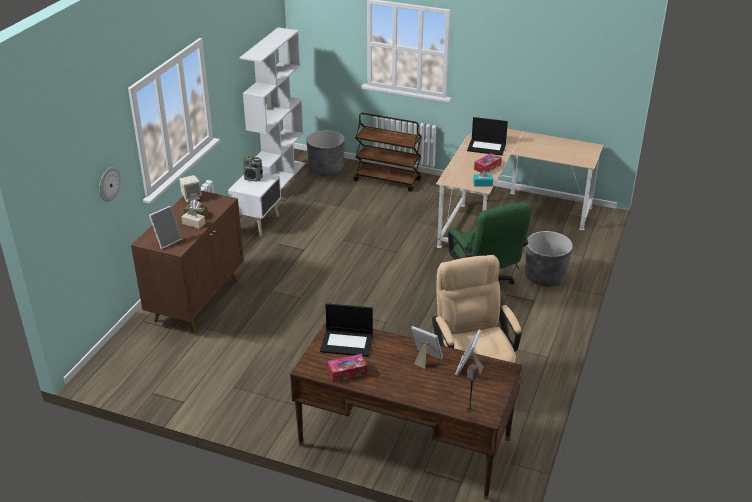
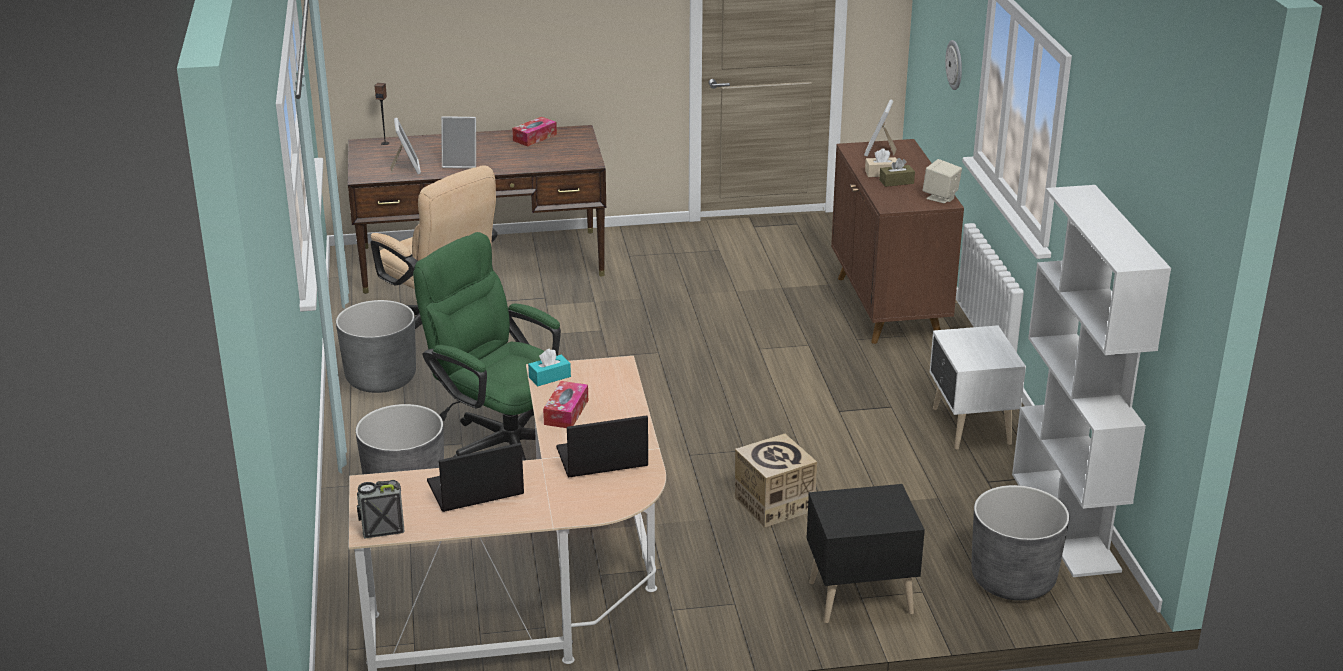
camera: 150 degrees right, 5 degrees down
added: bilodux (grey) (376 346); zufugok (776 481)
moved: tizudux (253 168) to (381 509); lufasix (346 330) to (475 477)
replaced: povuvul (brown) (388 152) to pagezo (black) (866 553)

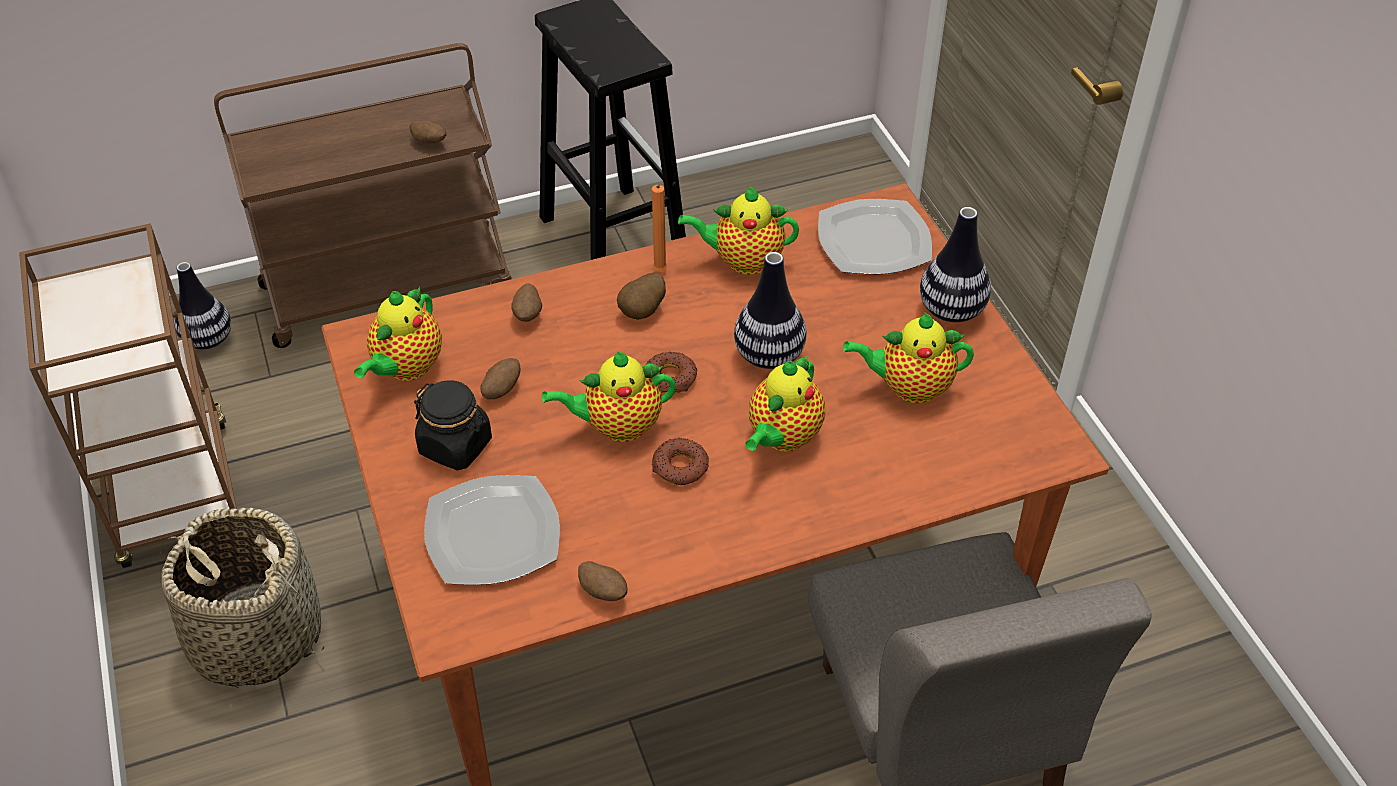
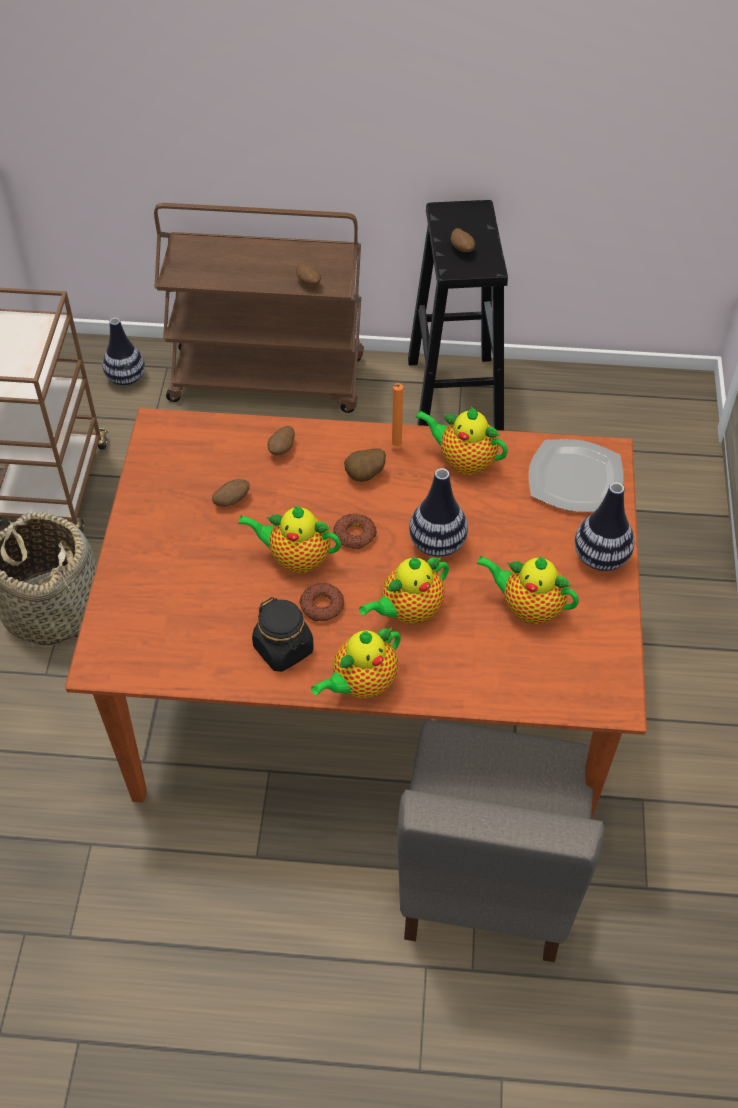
camera: 25 degrees right, 5 degrees up
removed: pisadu (492 530)
moved: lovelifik (398 334) to (356 662); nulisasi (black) (453 425) to (283 634); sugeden (602 581) to (463 240)

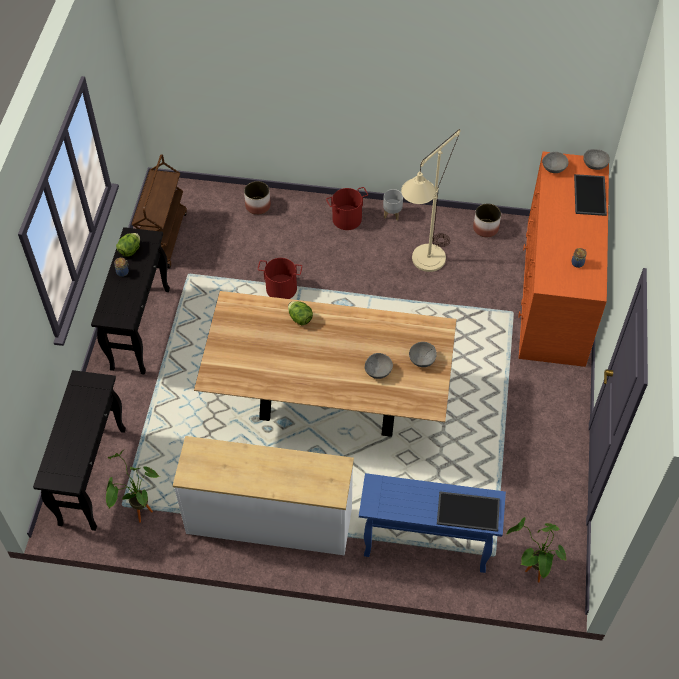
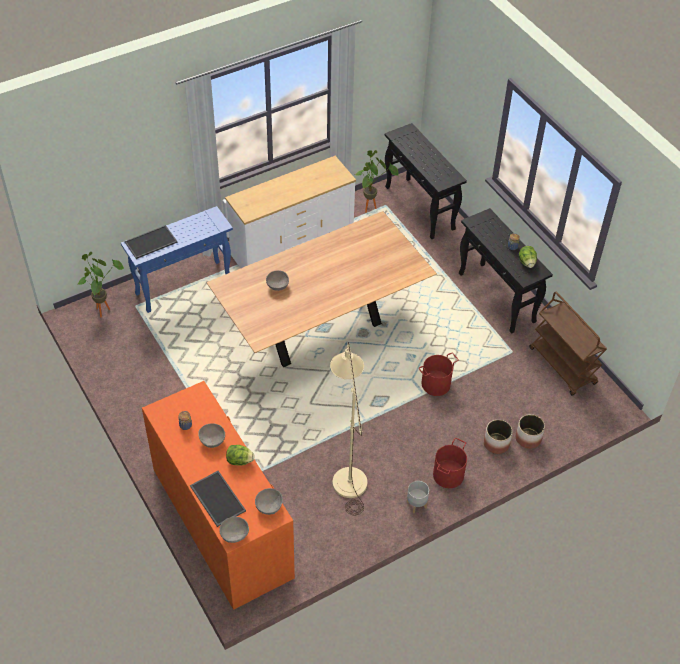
camera: 140 degrees right, 5 degrees down
moved: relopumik (300 313) to (240 455); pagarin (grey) (423 354) to (211 435); bilodux (487 220) to (498 436)

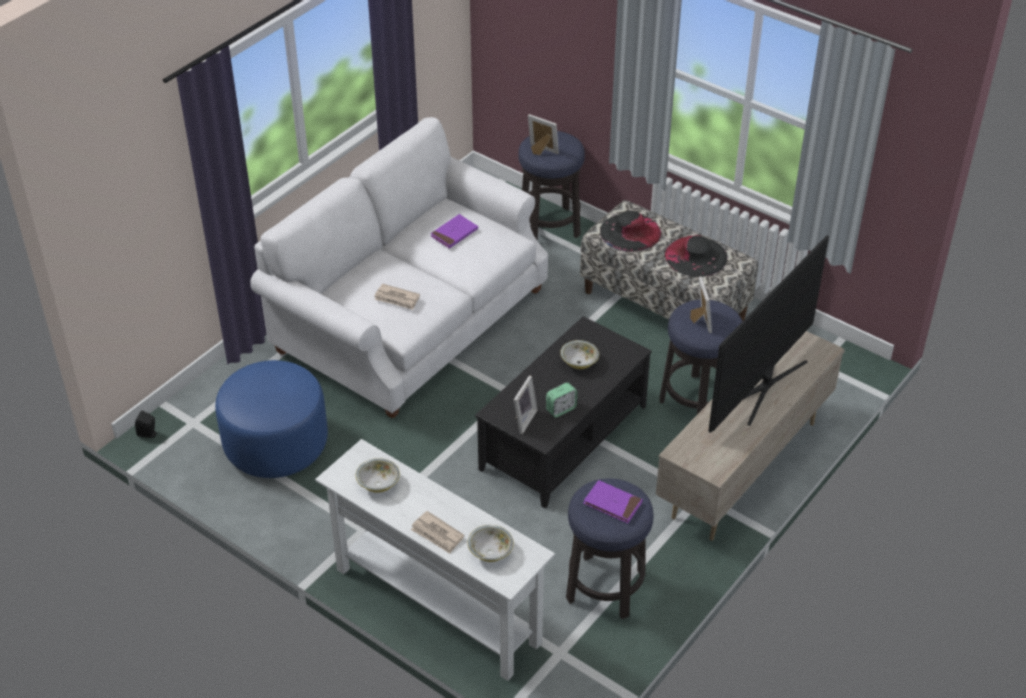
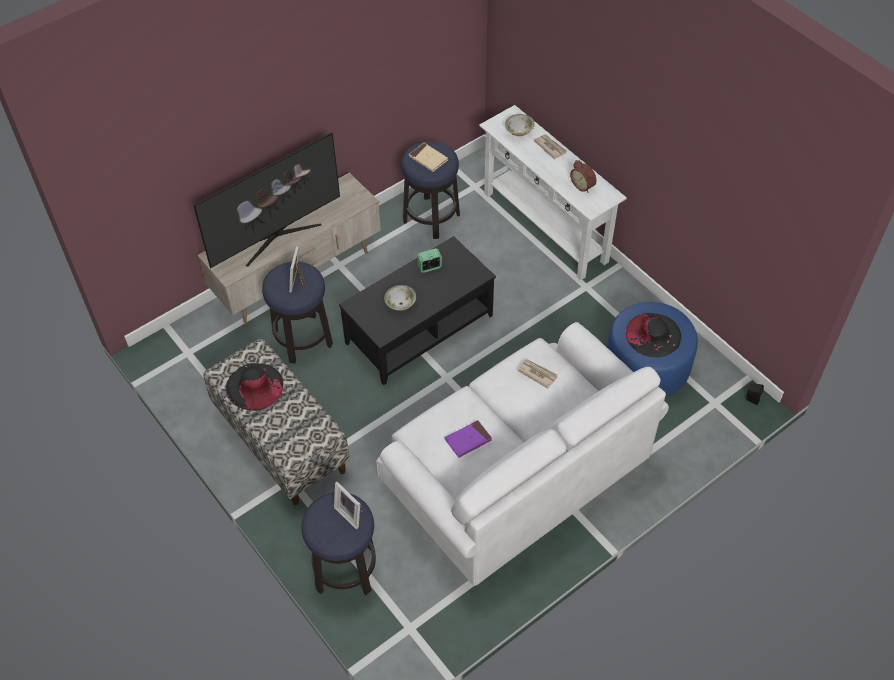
camera: 165 degrees left, 10 degrees up
removed: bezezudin (526 404)
moved: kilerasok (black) (630 231) to (653 335)
replaced: pagarin (378 475) to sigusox (583 176)
recoloured: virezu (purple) (613 501) to virezu (beige) (428 157)

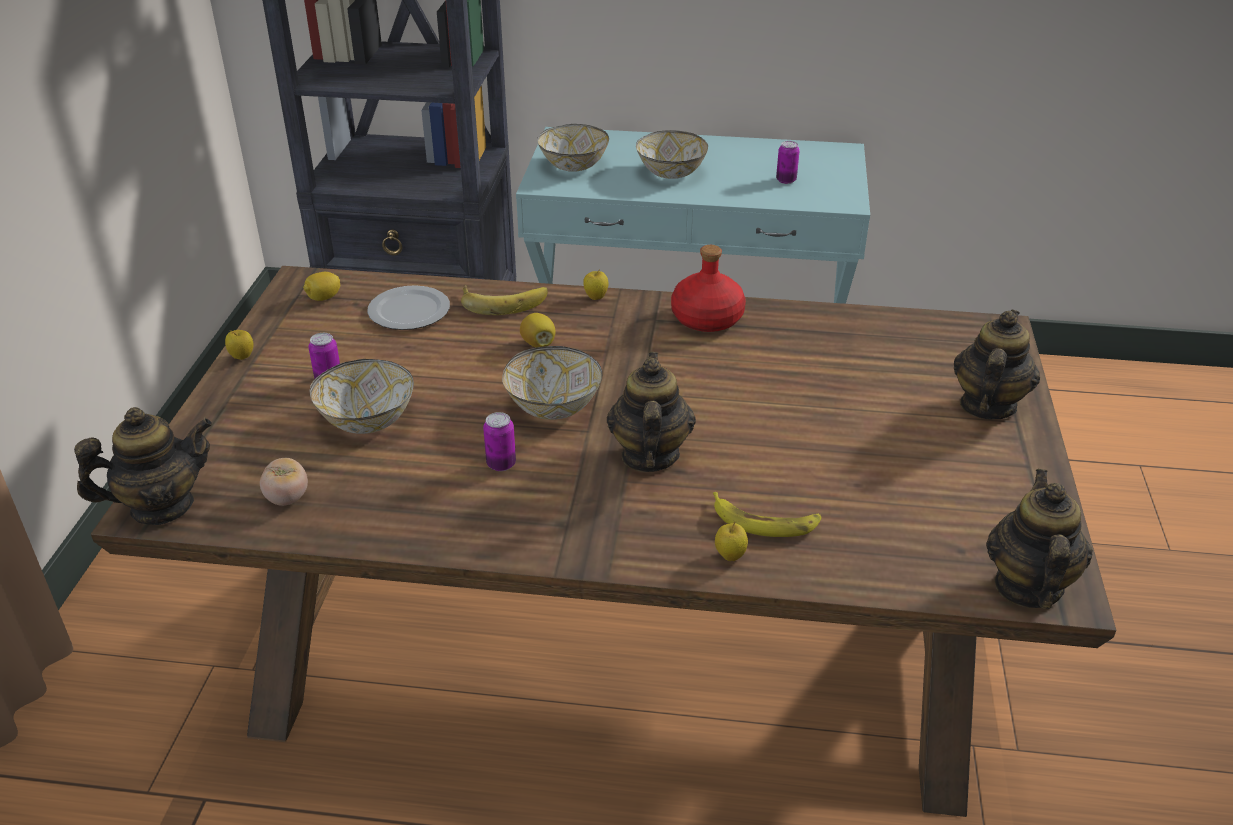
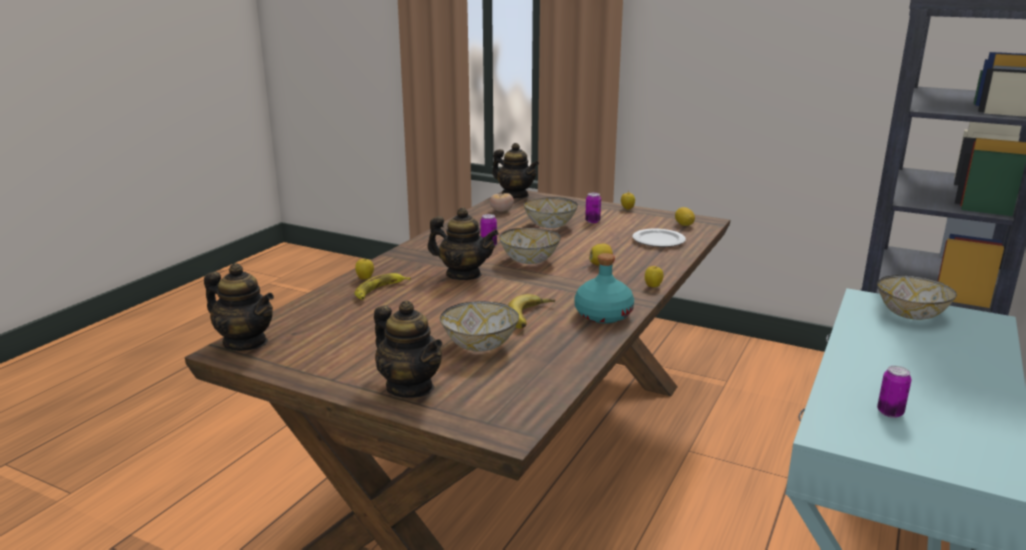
camera: 110 degrees right, 15 degrees down
moved: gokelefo (504 299) to (531 311); pagarin (672 154) to (479 326)
recoloured: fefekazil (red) (708 288) to fefekazil (turquoise) (604 288)
turned: lovelifik (143 466) = (515 170) 45 degrees counterclockwise

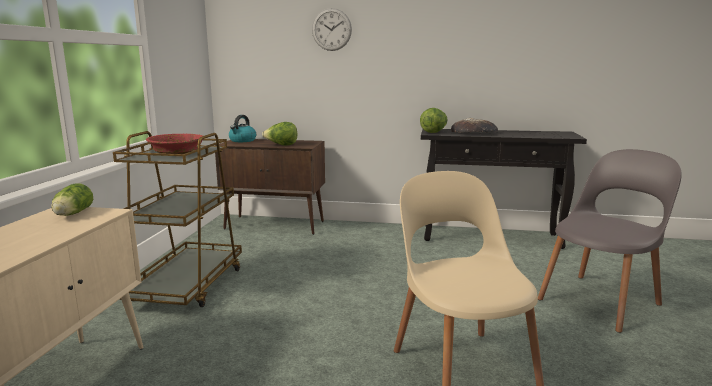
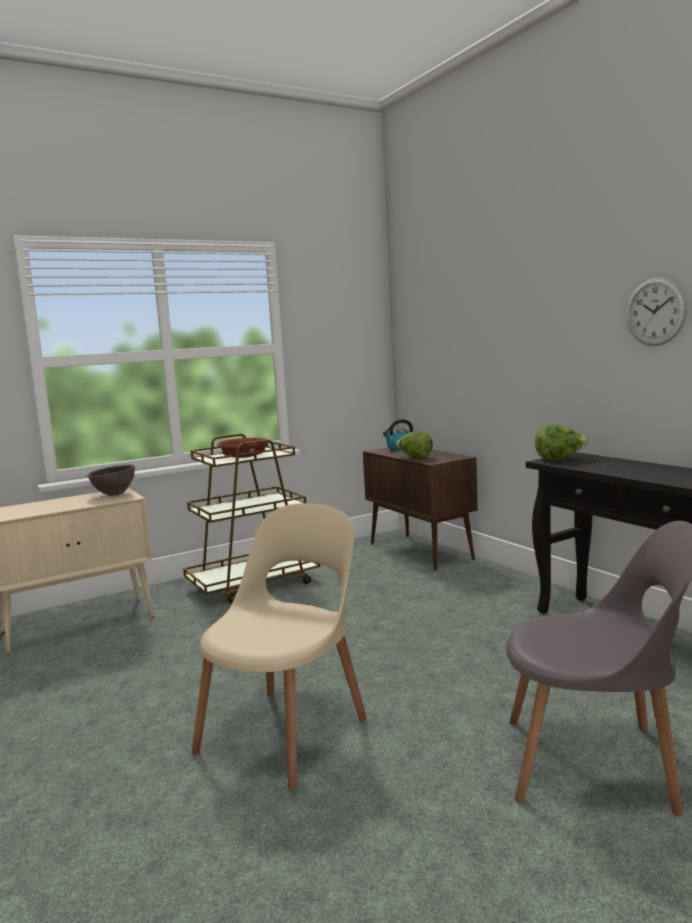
camera: 50 degrees right, 5 degrees down
removed: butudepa (474 125)
moved: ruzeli (332 29) to (656 311)
replaced: relopumik (72 199) to pagarin (brown) (111 480)

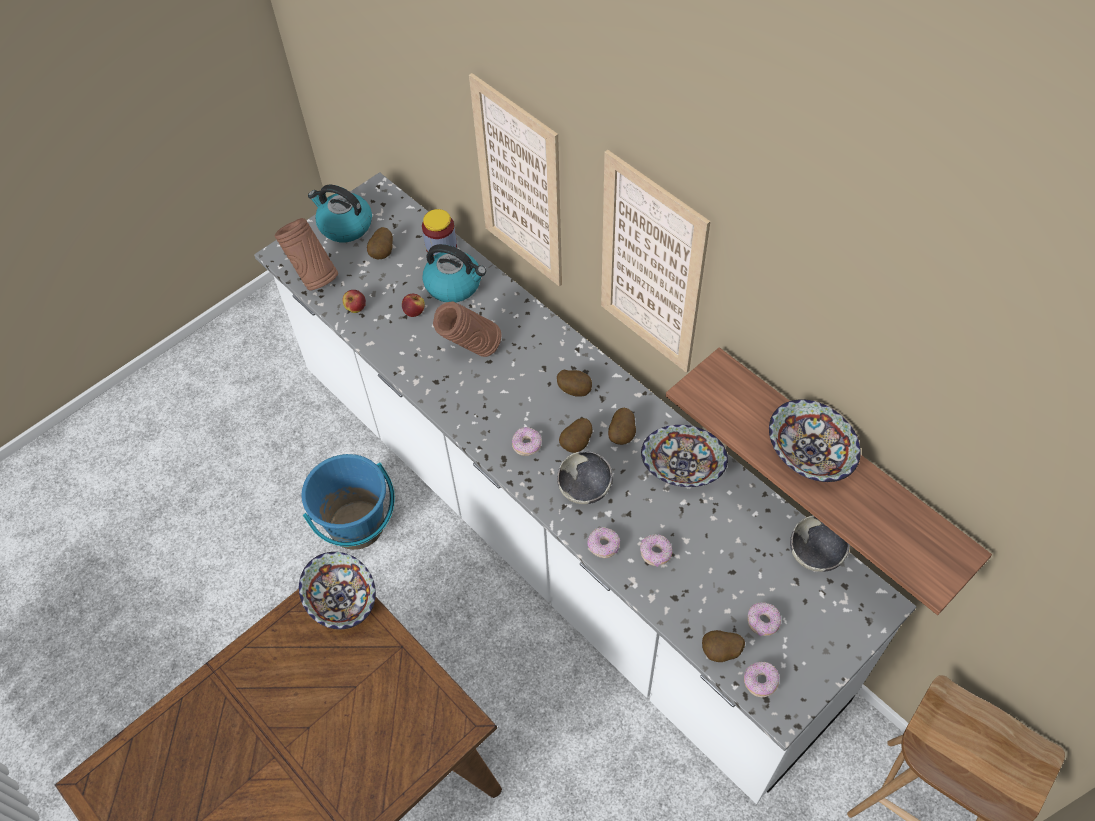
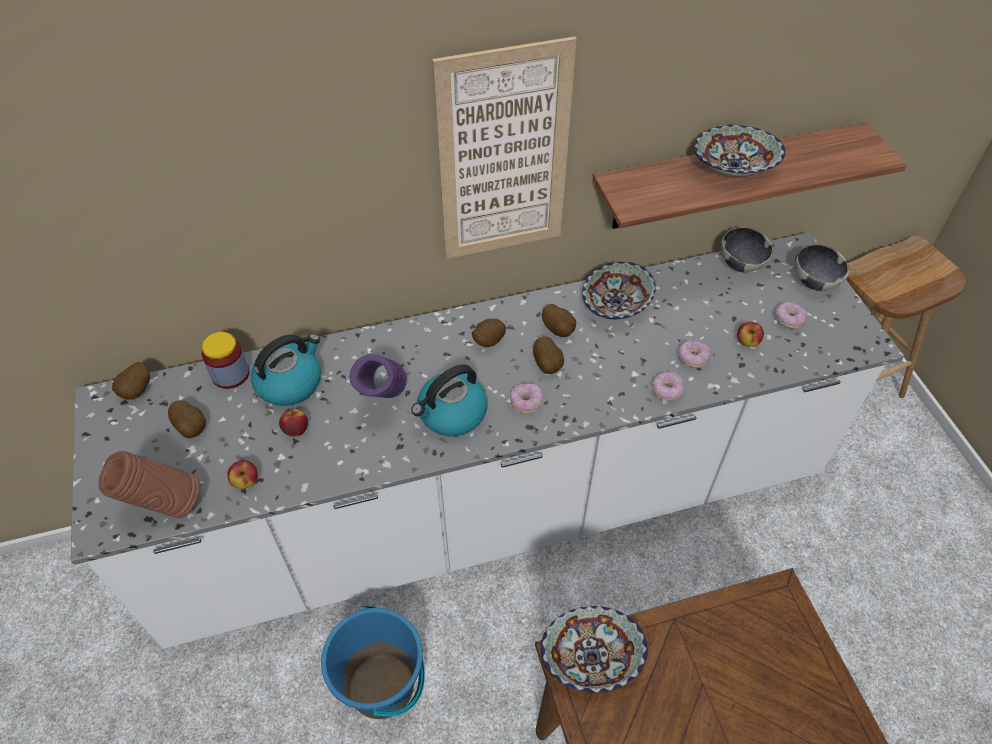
camera: 65 degrees left, 5 degrees down
removed: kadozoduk (515 180); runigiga (761 679)
added: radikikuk (750 334)
moved: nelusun (340 213) to (449 400); pagarin (585 477) to (822 267); sugeden (723 646) to (131 381)
recoloured: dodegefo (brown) (467 329) to dodegefo (purple) (378 376)

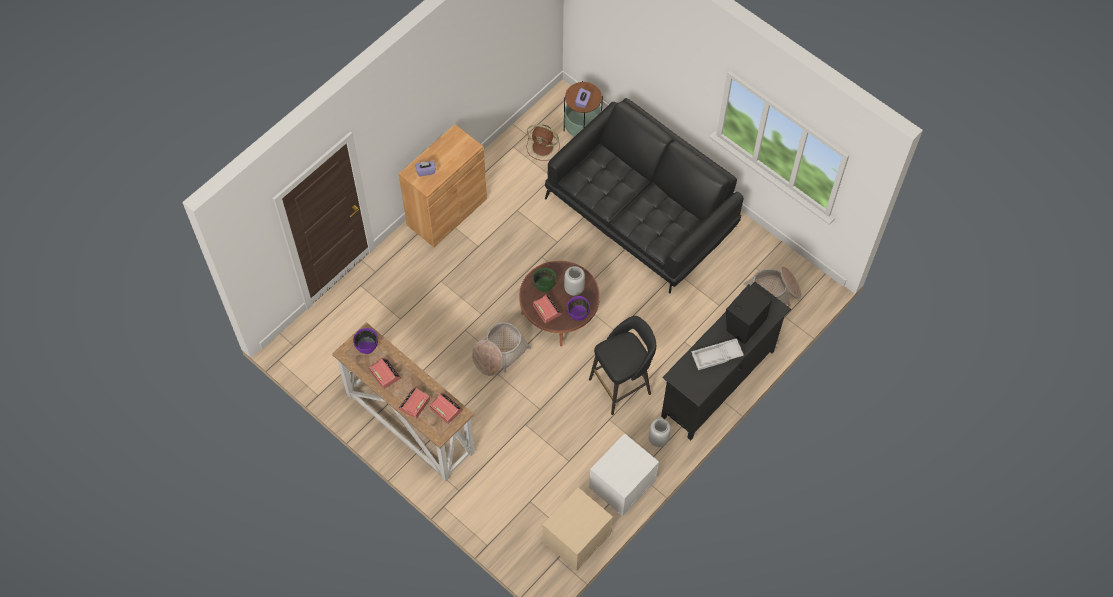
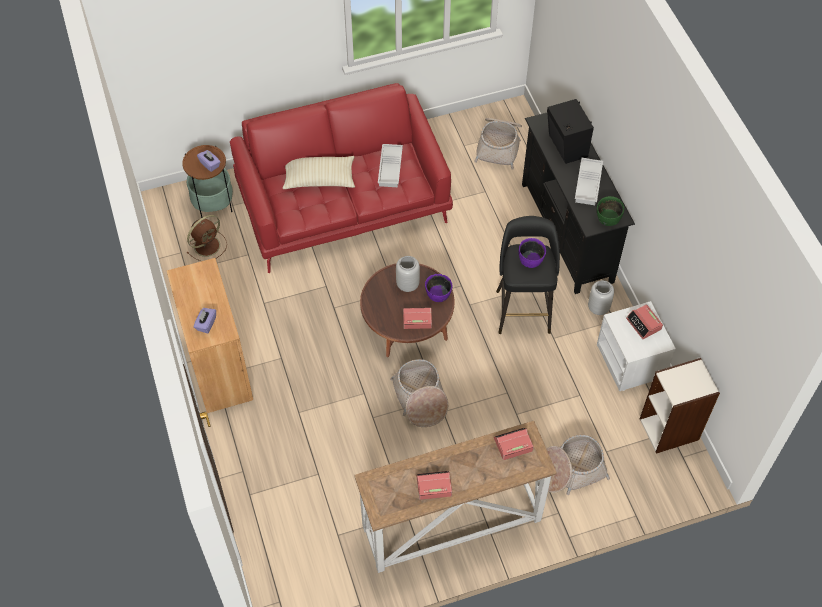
camera: 60 degrees left, 5 degrees down
added: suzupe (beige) (319 172); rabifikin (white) (390 165); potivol (578 465)
moved: pagarin (purple) (365 341) to (532 253); sigusox (414 403) to (644 321); pagarin (green) (544 280) to (610 211)
replaced: pagezo (beige) (578 529) to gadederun (680 406)
recoloured: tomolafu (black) (644 195) to tomolafu (red) (341 178)

